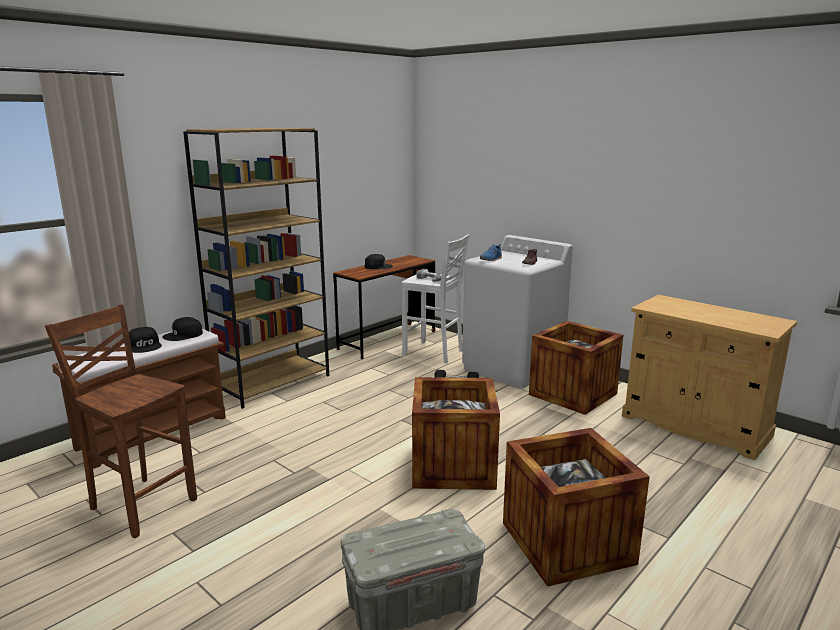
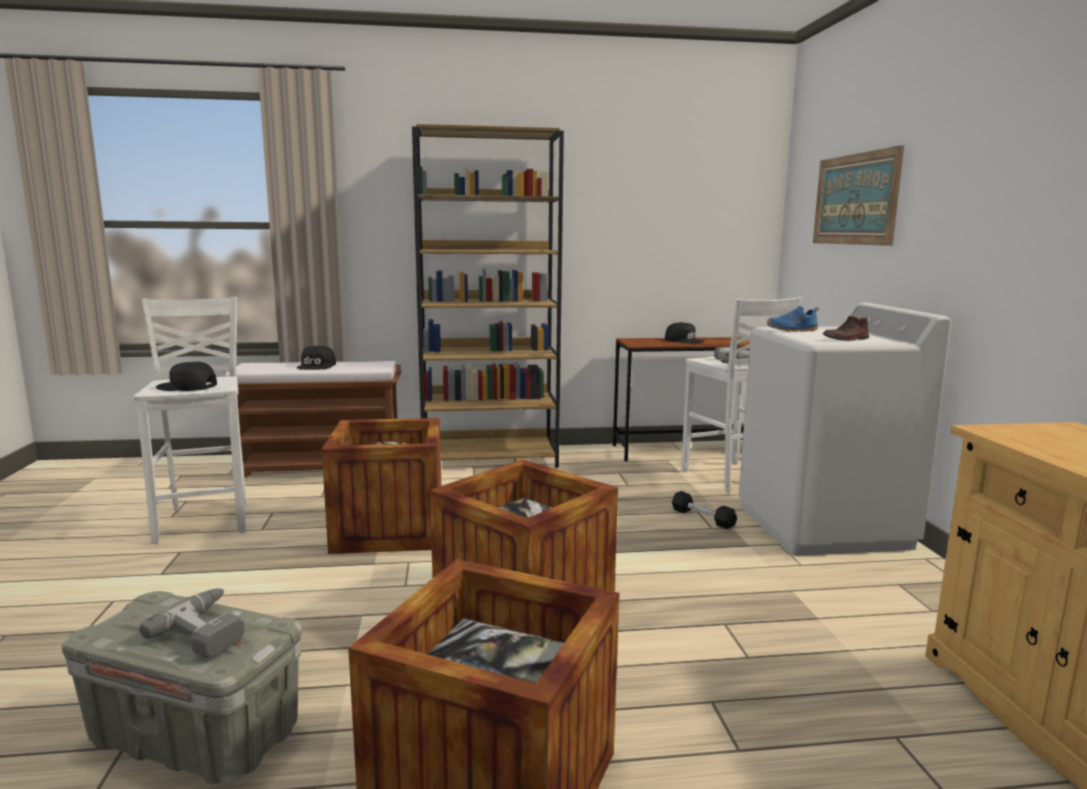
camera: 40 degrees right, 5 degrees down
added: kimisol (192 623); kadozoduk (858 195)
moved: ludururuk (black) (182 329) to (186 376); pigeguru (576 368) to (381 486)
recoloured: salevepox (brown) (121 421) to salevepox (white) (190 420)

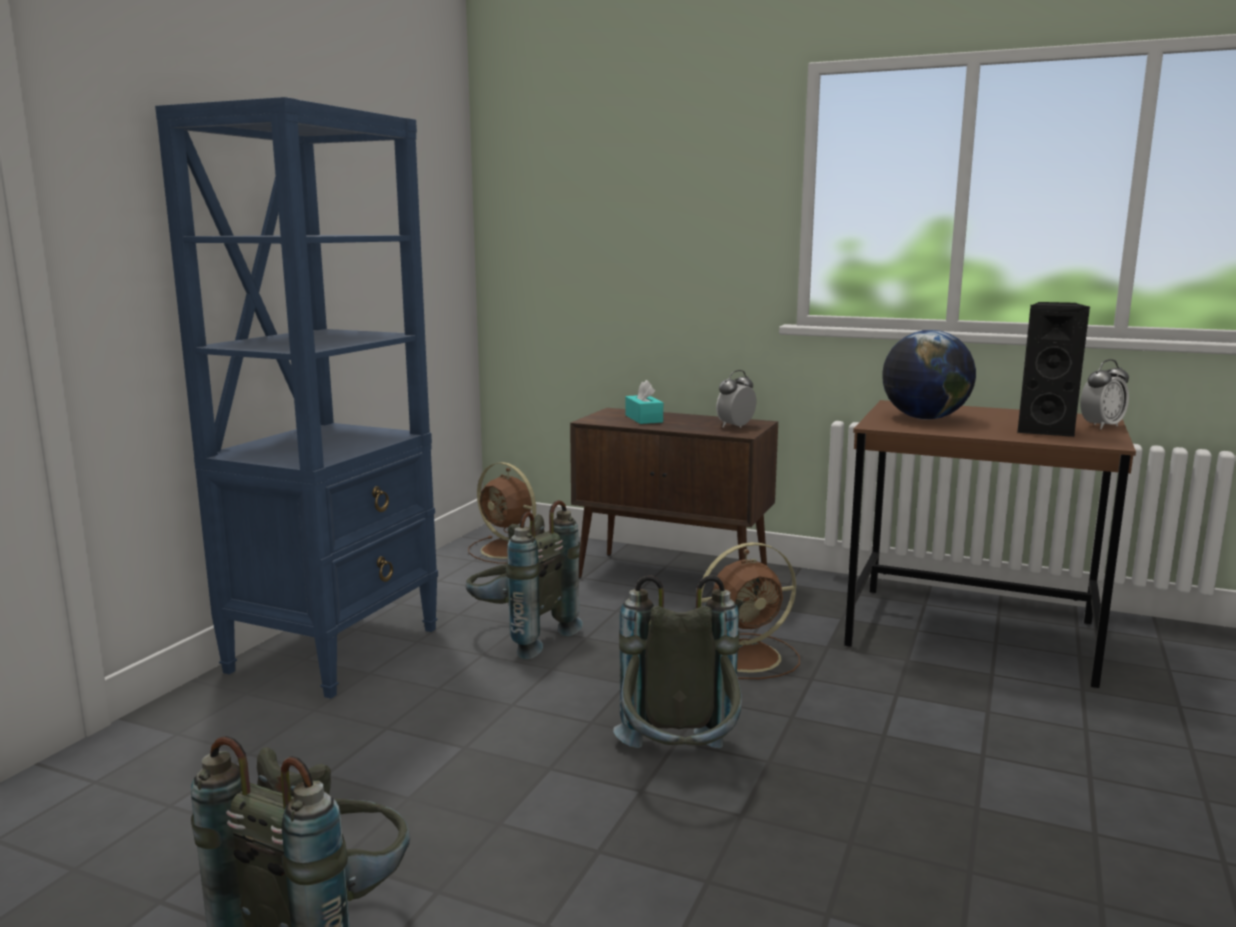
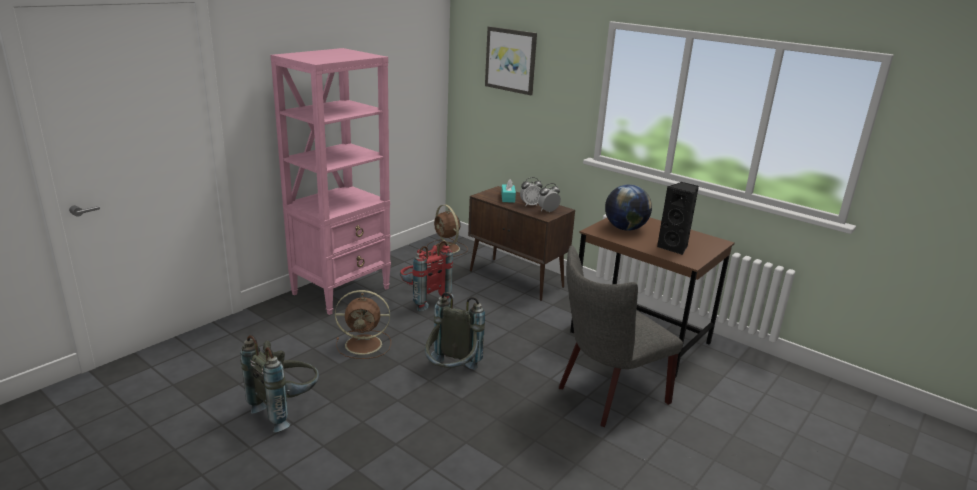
camera: 15 degrees right, 10 degrees up
added: kadozoduk (511 60); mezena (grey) (621 336)
moved: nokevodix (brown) (750 610) to (363 324); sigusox (1104 394) to (531 192)
recoloured: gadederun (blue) (296 398) to gadederun (pink) (331 181); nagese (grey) (524 579) to nagese (red) (427 276)

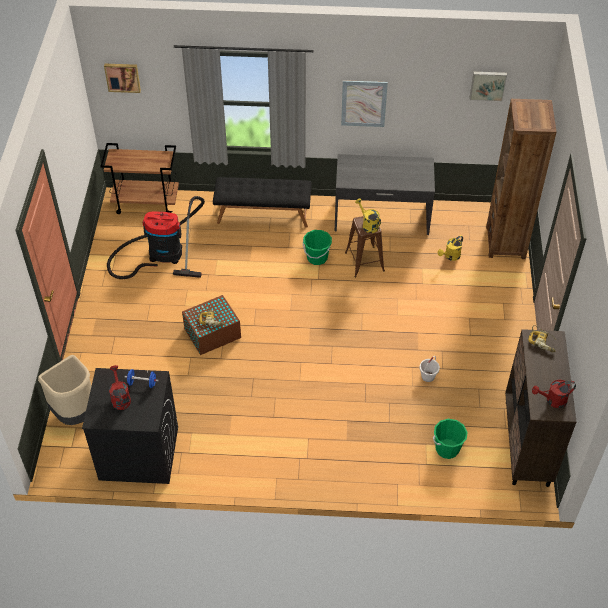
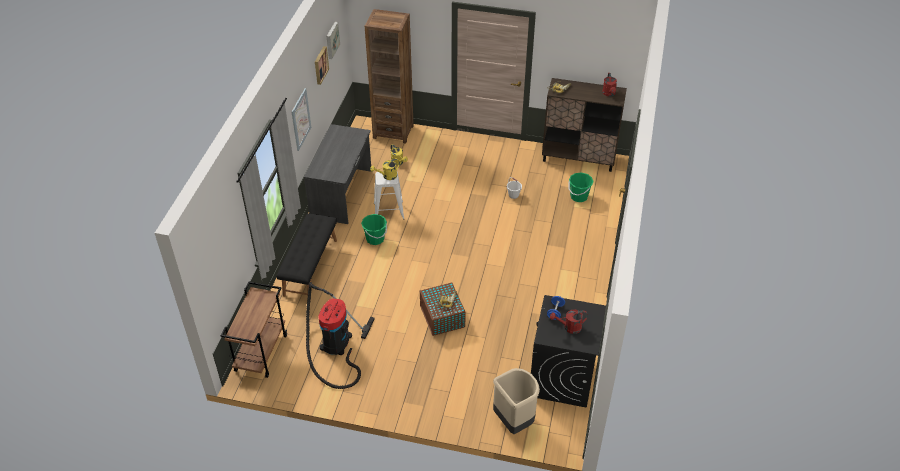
camera: 80 degrees left, 5 degrees down
moved: kadozoduk (122 78) to (322 65)
recoloured: salevepox (brown) (365 246) to salevepox (white) (389 196)

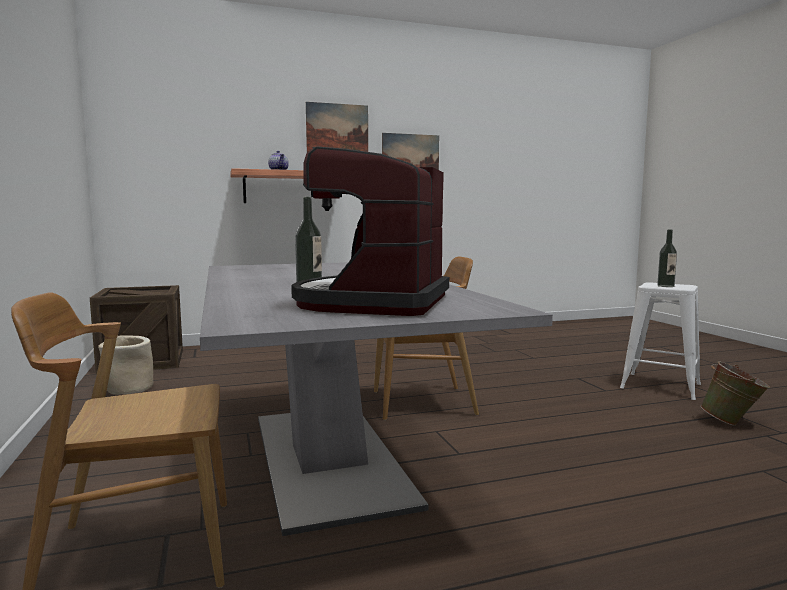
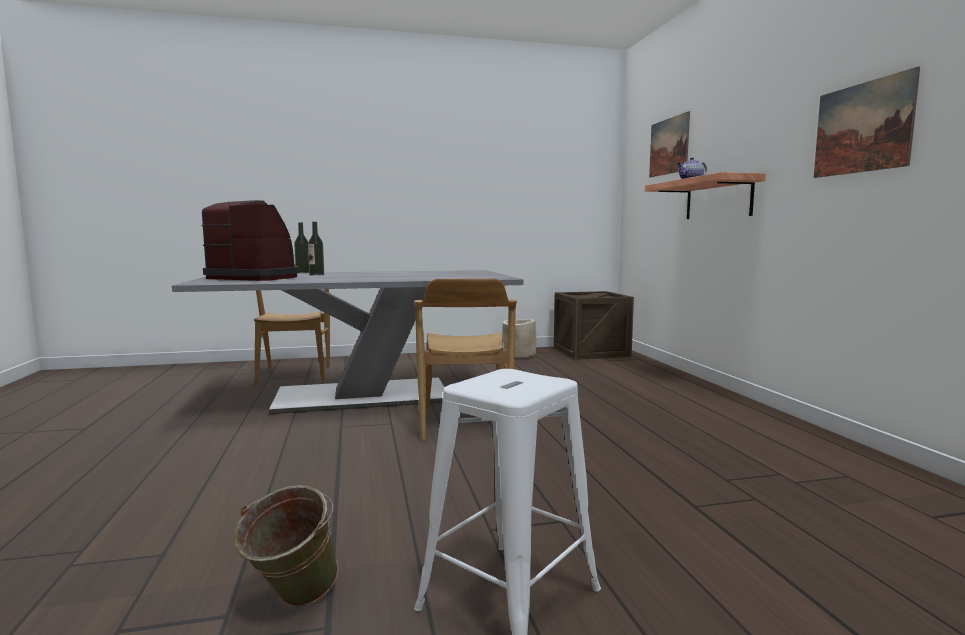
camera: 95 degrees right, 0 degrees up
moved: kadozoduk (337 127) to (669 144); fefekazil (667 258) to (301 248)

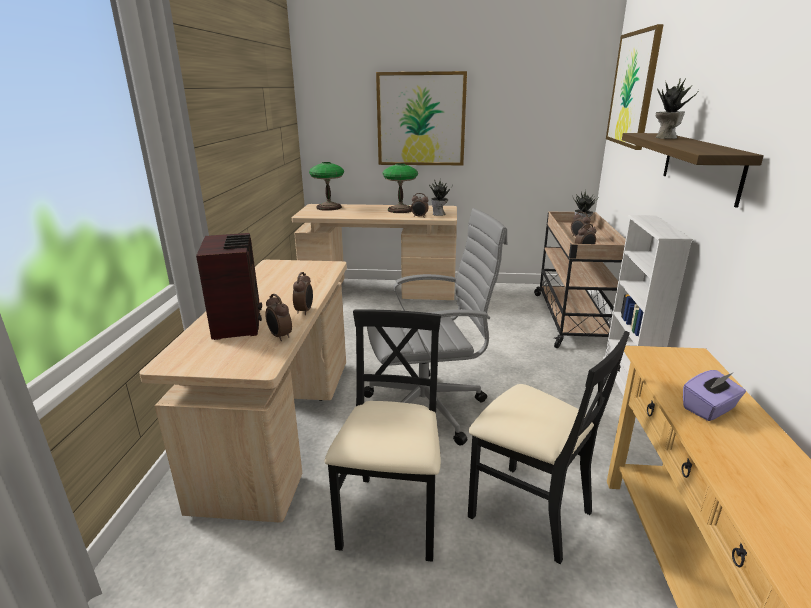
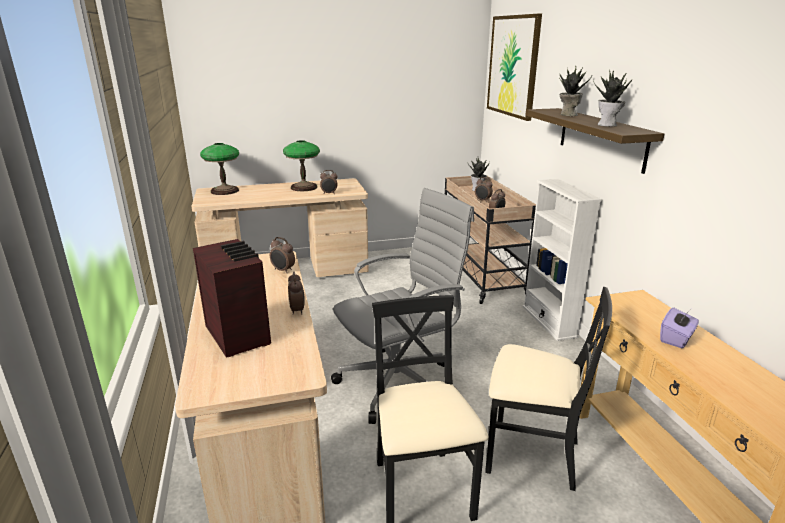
camera: 20 degrees left, 0 degrees up
removed: kadozoduk (421 118)
moved: sigusox (279 317) to (282 255); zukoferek (441 198) to (612 98)

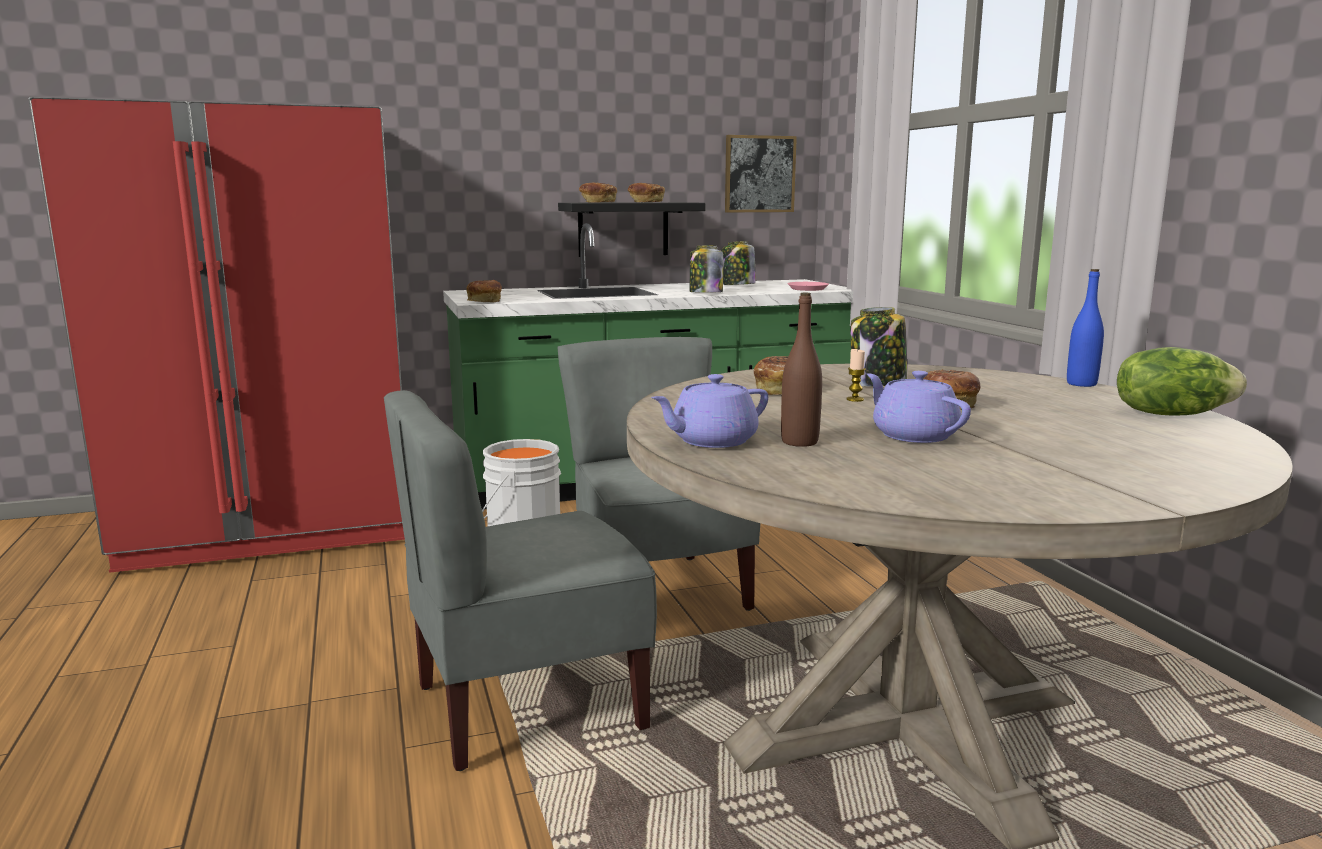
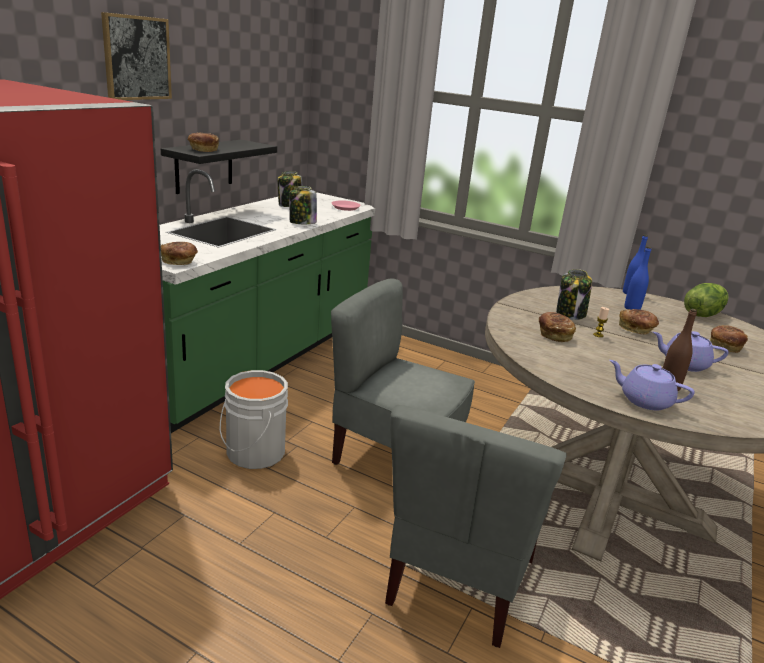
camera: 45 degrees left, 10 degrees up
added: fefekazil (blue) (637 278)
moved: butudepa (646 192) to (729 339); kadozoduk (761 173) to (136 56)
turned: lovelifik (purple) (709 411) = (652 385) 105 degrees clockwise

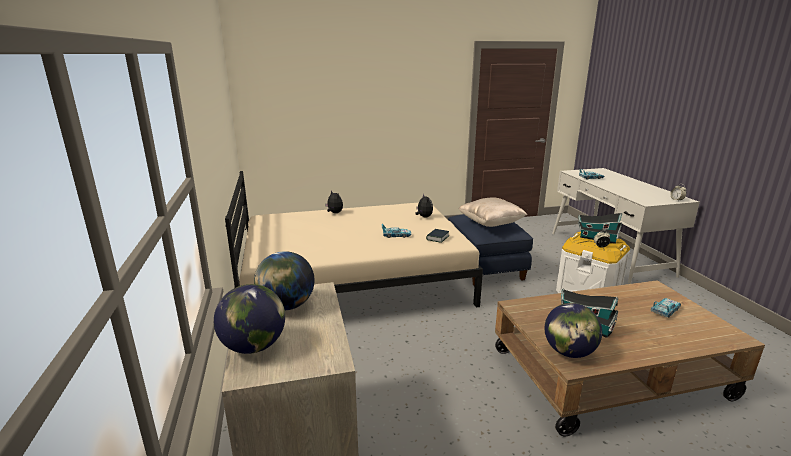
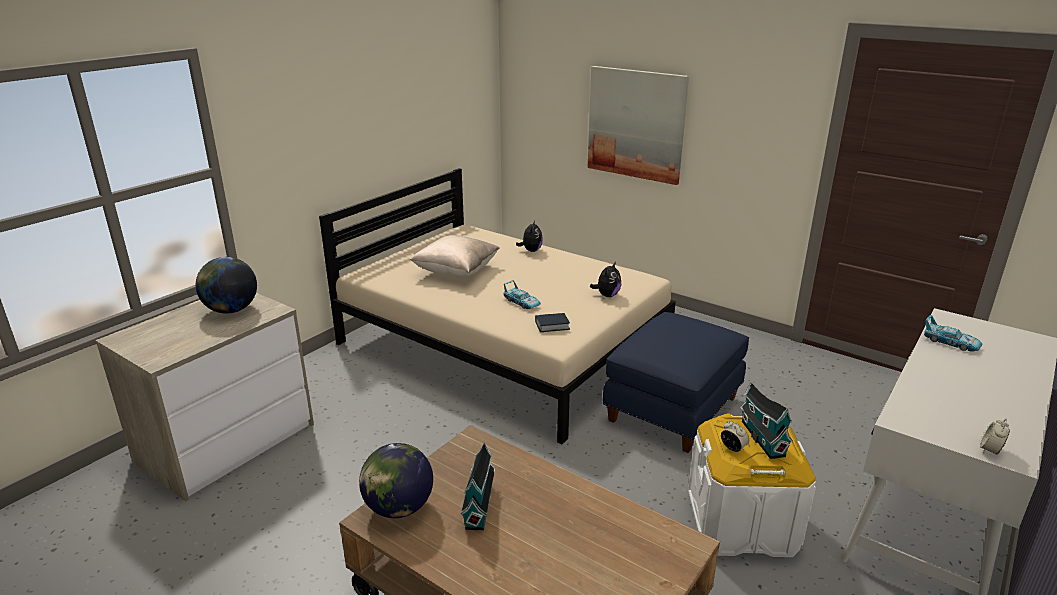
camera: 50 degrees right, 5 degrees up
removed: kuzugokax (249 319); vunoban (666 307)
added: kadozoduk (638 125)
moved: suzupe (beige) (493 212) to (454 256)

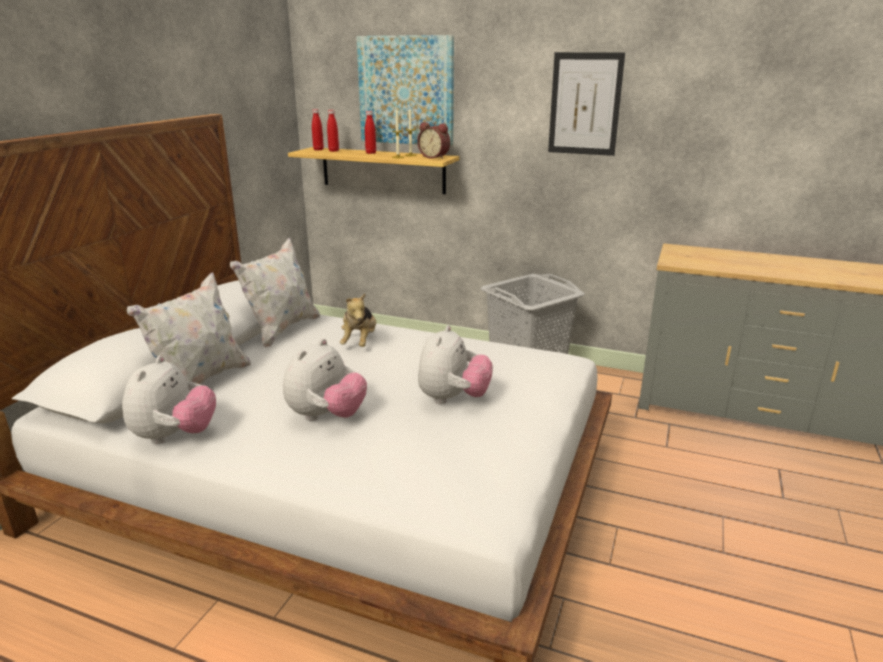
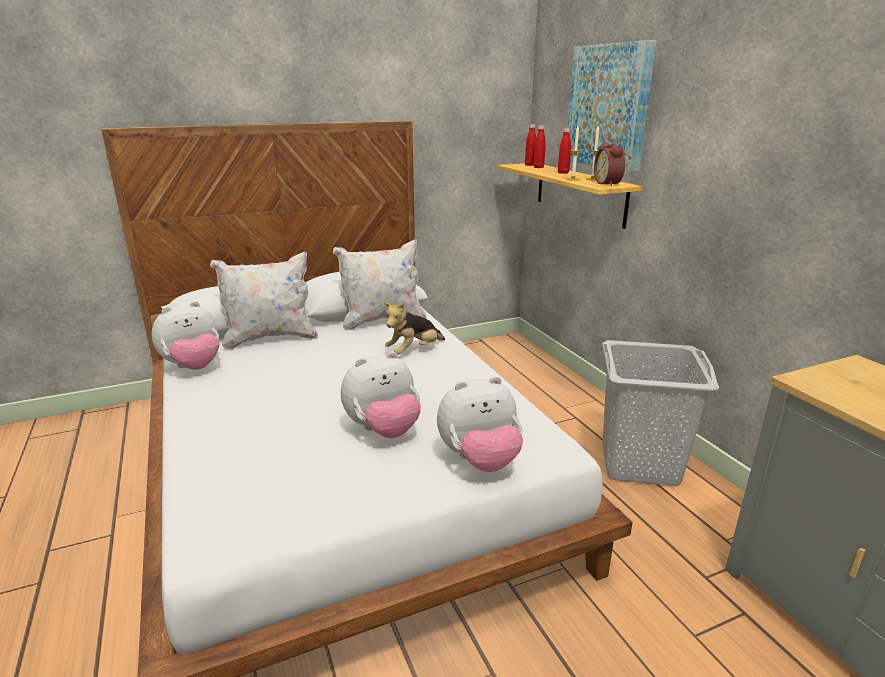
camera: 45 degrees right, 0 degrees up
removed: kadozoduk (586 104)
moved: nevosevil (325 380) to (480 424)

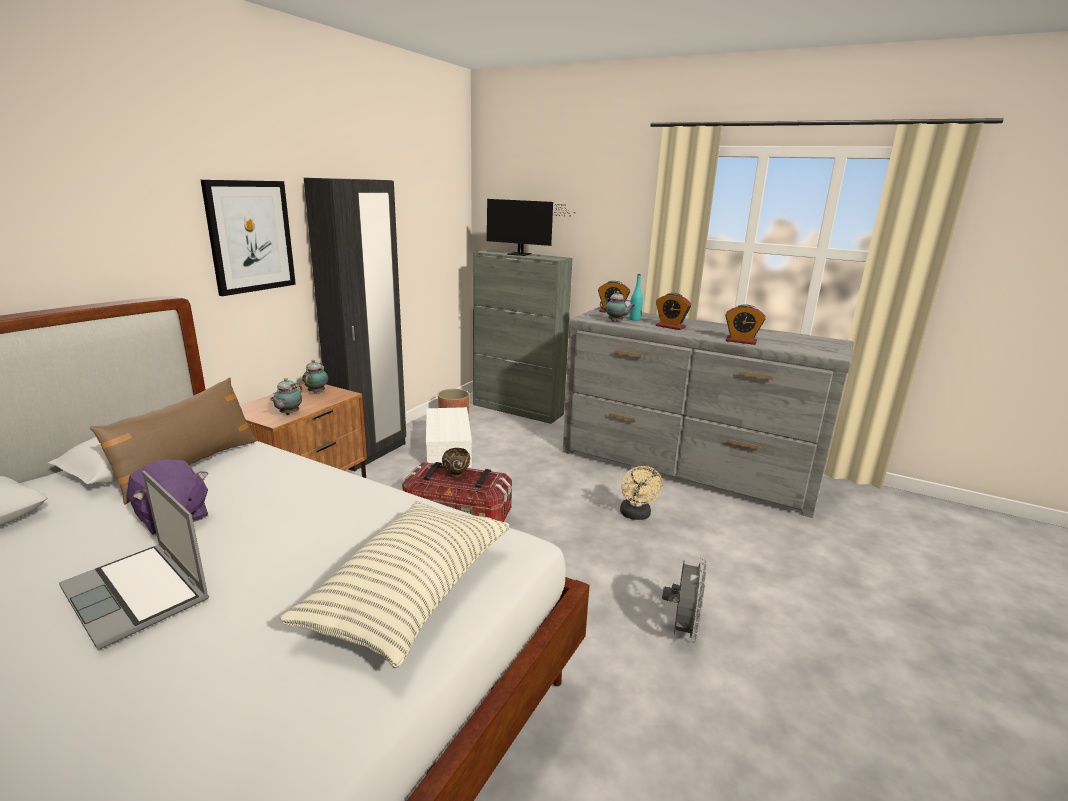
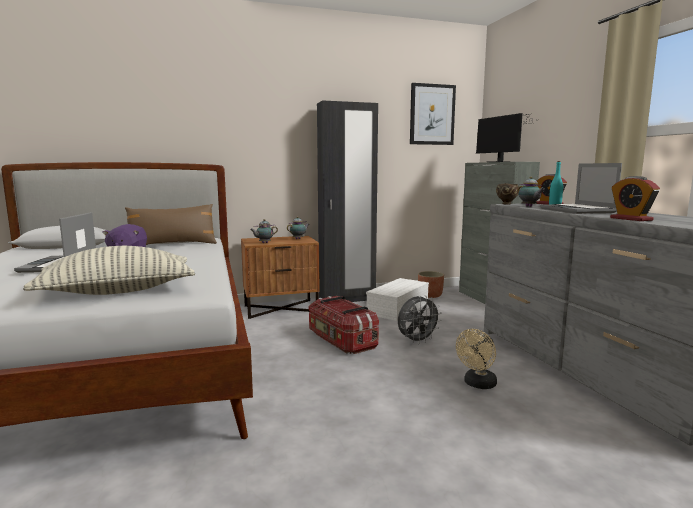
camera: 45 degrees right, 10 degrees down
moved: kadozoduk (248 238) to (433 114); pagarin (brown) (456 463) to (507 193); nokevodix (grey) (684 600) to (420 320)
replaced: sigusox (673 311) to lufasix (581 188)

